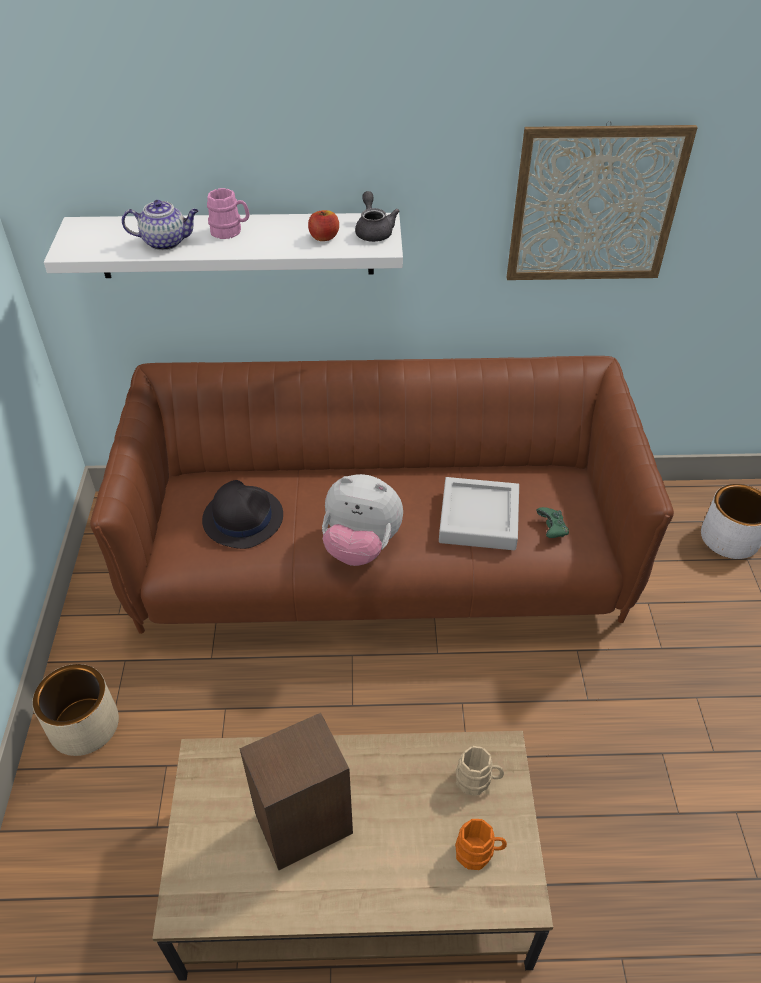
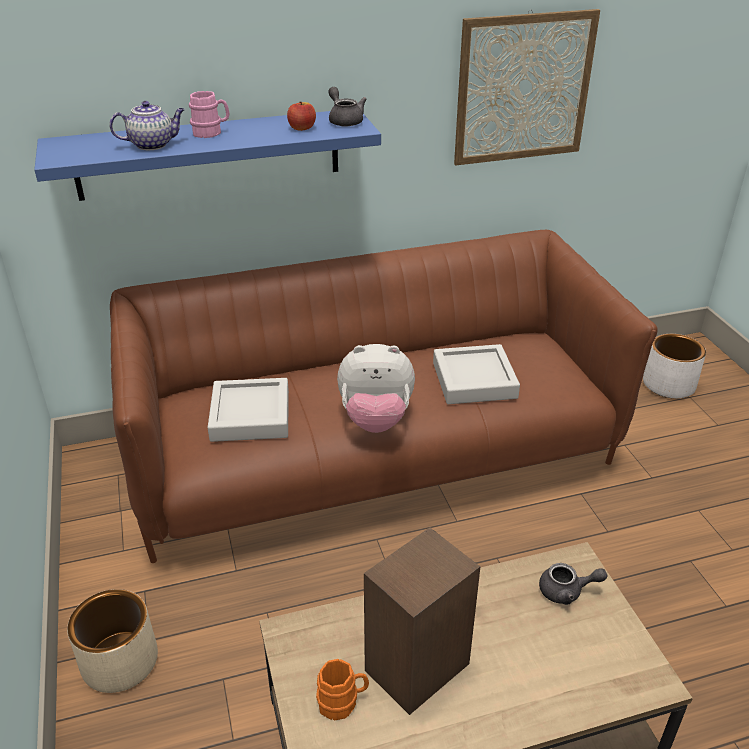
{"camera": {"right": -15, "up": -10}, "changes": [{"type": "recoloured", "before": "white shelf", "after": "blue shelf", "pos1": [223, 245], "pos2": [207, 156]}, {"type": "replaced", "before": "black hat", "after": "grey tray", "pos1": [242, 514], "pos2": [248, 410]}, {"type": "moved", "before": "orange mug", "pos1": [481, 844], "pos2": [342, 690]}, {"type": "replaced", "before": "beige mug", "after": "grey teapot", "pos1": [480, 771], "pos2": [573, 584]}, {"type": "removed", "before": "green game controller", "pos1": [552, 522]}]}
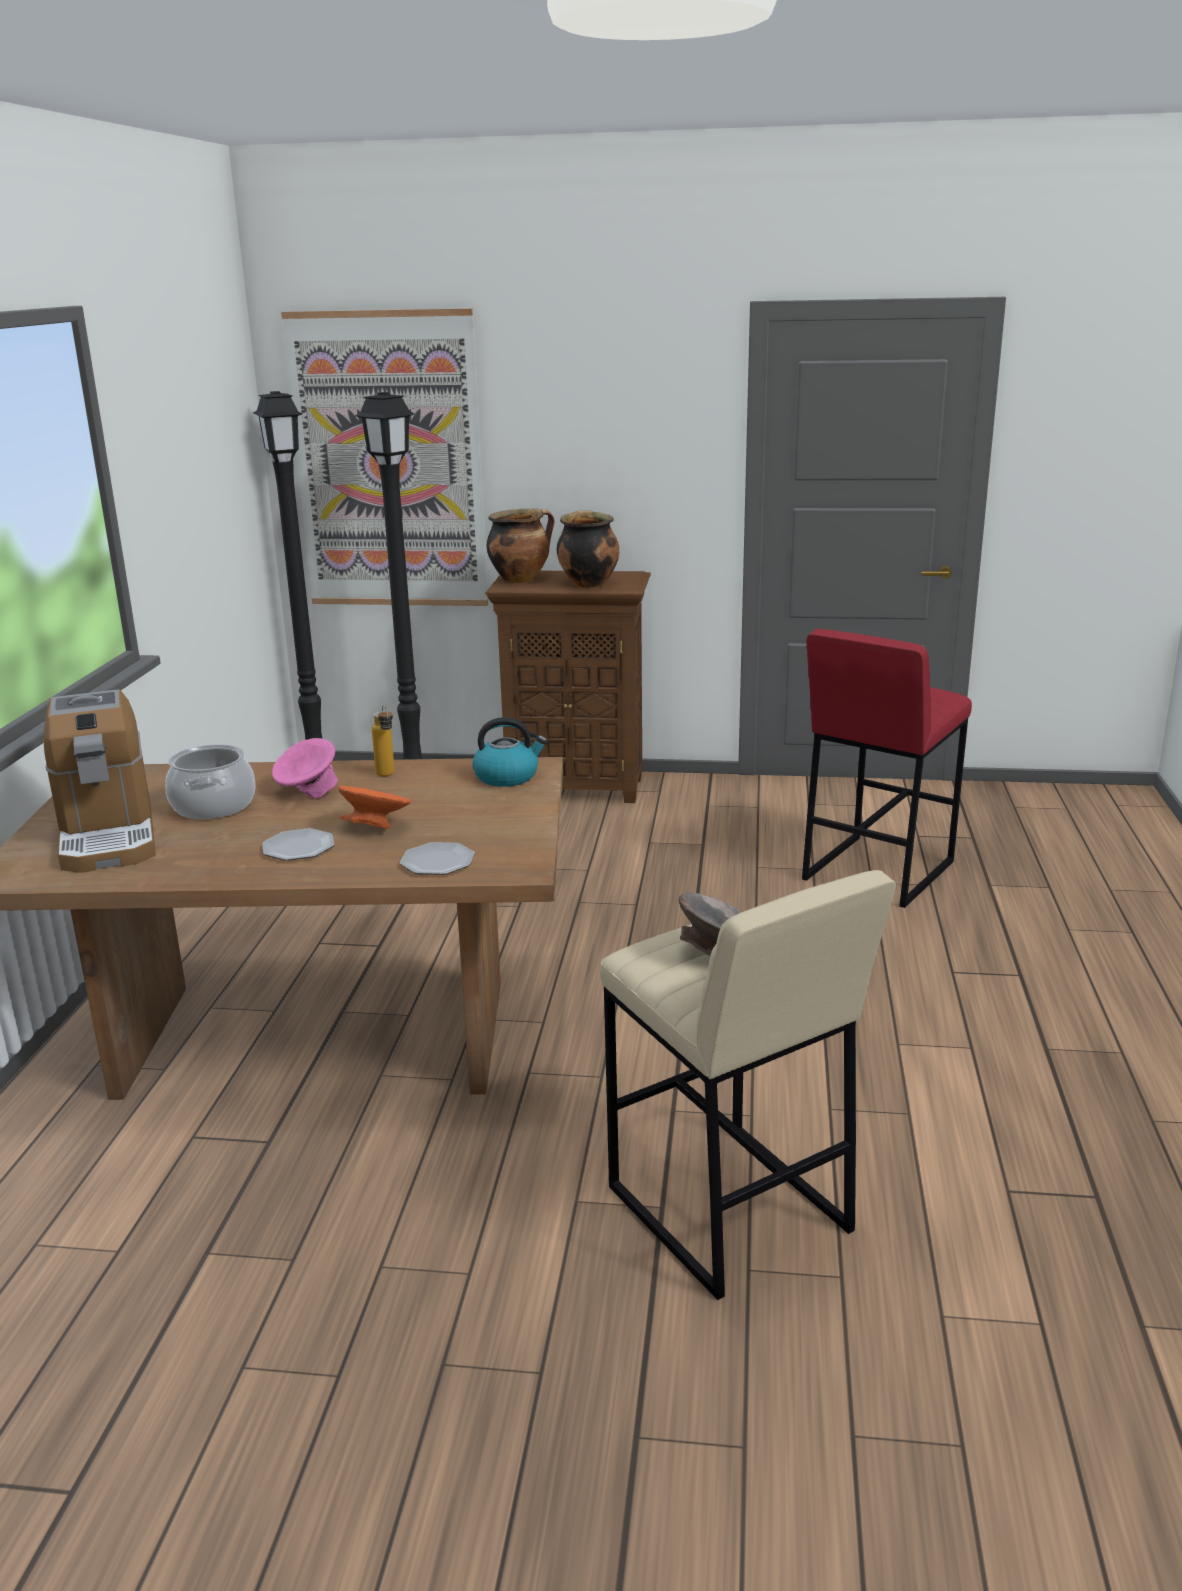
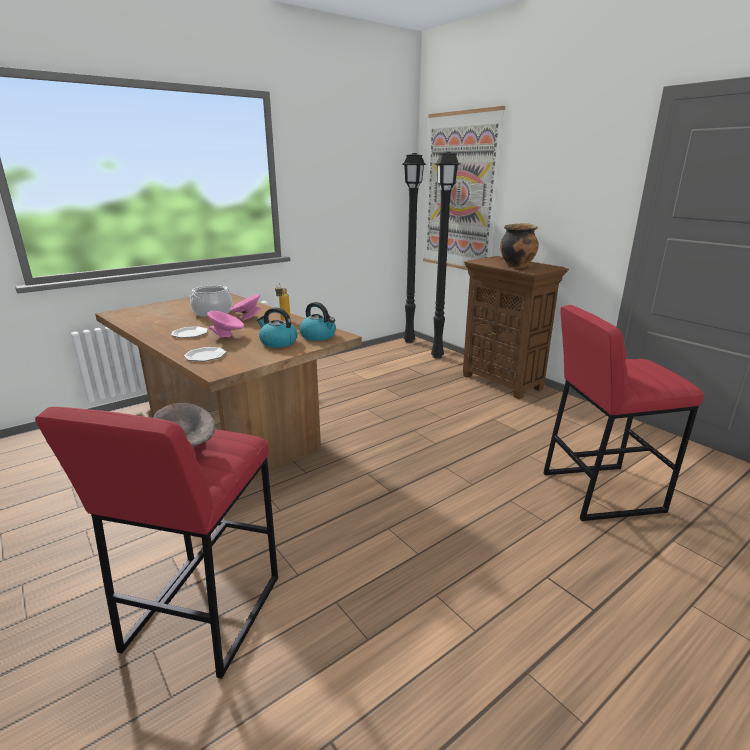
{"camera": {"right": 45, "up": 0}, "changes": [{"type": "removed", "before": "coffee machine", "pos1": [99, 781]}, {"type": "recoloured", "before": "orange bowl", "after": "pink bowl", "pos1": [374, 807], "pos2": [225, 324]}, {"type": "removed", "before": "cooking pot", "pos1": [520, 546]}, {"type": "recoloured", "before": "beige stool", "after": "red stool", "pos1": [748, 1085], "pos2": [156, 543]}, {"type": "added", "after": "kettle", "pos2": [277, 328]}]}
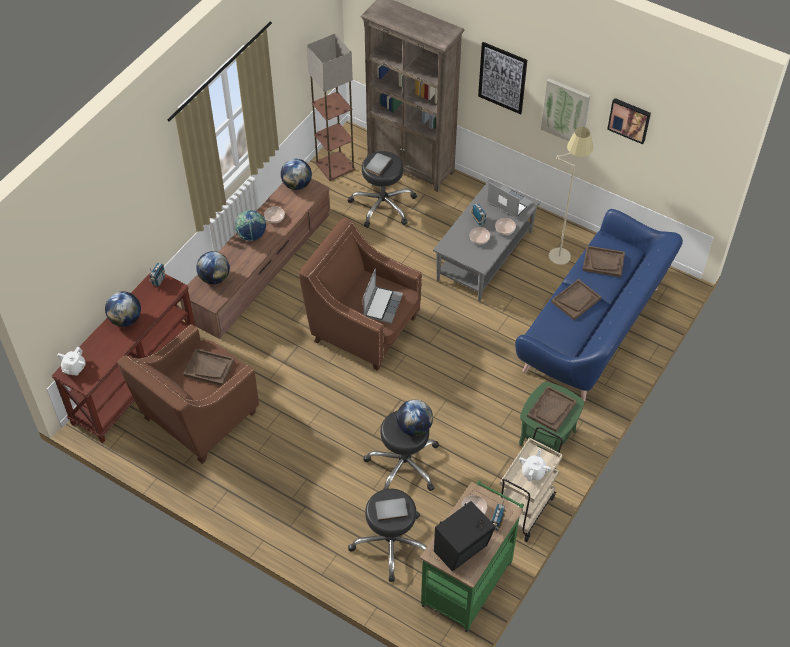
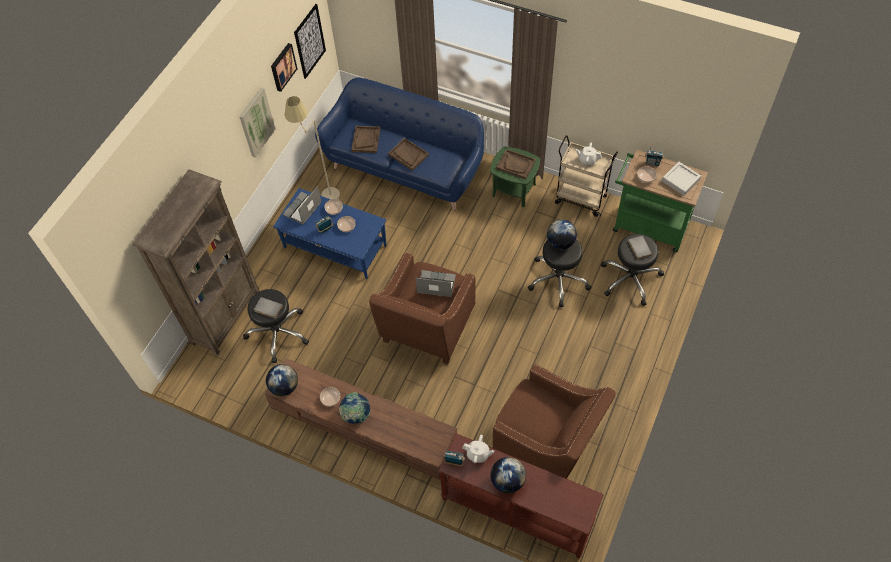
{"camera": {"right": -95, "up": 5}, "changes": [{"type": "moved", "before": "white teapot", "pos1": [71, 361], "pos2": [478, 449]}, {"type": "removed", "before": "brown tray", "pos1": [209, 367]}, {"type": "removed", "before": "globe", "pos1": [213, 267]}, {"type": "removed", "before": "floor lamp", "pos1": [330, 107]}, {"type": "recoloured", "before": "grey coffee table", "after": "blue coffee table", "pos1": [487, 240], "pos2": [330, 233]}, {"type": "replaced", "before": "black speaker", "after": "grey tray", "pos1": [464, 536], "pos2": [681, 179]}, {"type": "moved", "before": "picture", "pos1": [502, 78], "pos2": [310, 41]}]}
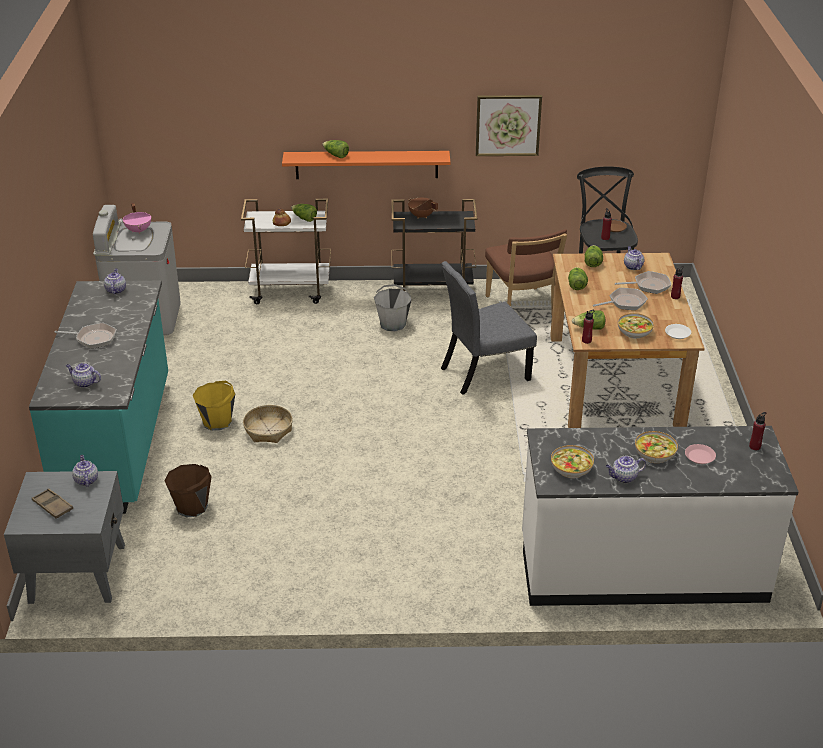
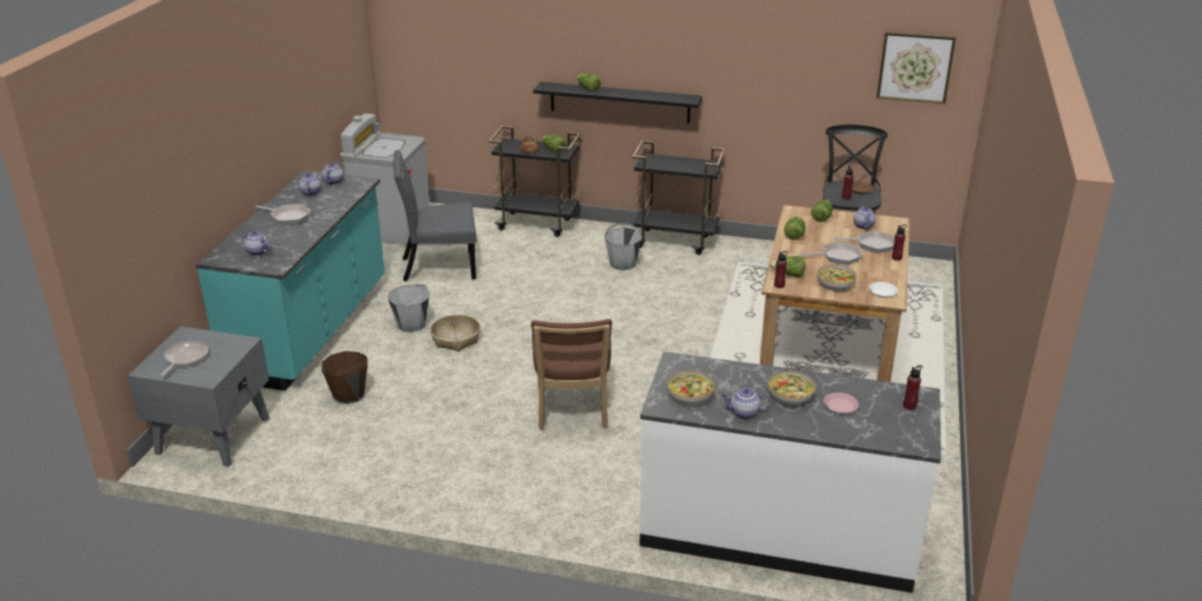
{"camera": {"right": 15, "up": -5}, "changes": [{"type": "replaced", "before": "brown tray", "after": "frying pan", "pos1": [52, 503], "pos2": [184, 358]}, {"type": "moved", "before": "teapot", "pos1": [85, 471], "pos2": [309, 184]}, {"type": "removed", "before": "pink cooking pot", "pos1": [137, 218]}, {"type": "recoloured", "before": "yellow bucket", "after": "grey bucket", "pos1": [214, 406], "pos2": [409, 308]}, {"type": "recoloured", "before": "white cart", "after": "black cart", "pos1": [286, 251], "pos2": [535, 181]}, {"type": "recoloured", "before": "orange shelf", "after": "black shelf", "pos1": [366, 165], "pos2": [617, 102]}, {"type": "removed", "before": "brown cooking pot", "pos1": [423, 208]}, {"type": "moved", "before": "grey chair", "pos1": [489, 328], "pos2": [435, 215]}, {"type": "moved", "before": "picture", "pos1": [509, 125], "pos2": [916, 68]}, {"type": "moved", "before": "brown chair", "pos1": [526, 272], "pos2": [571, 374]}]}
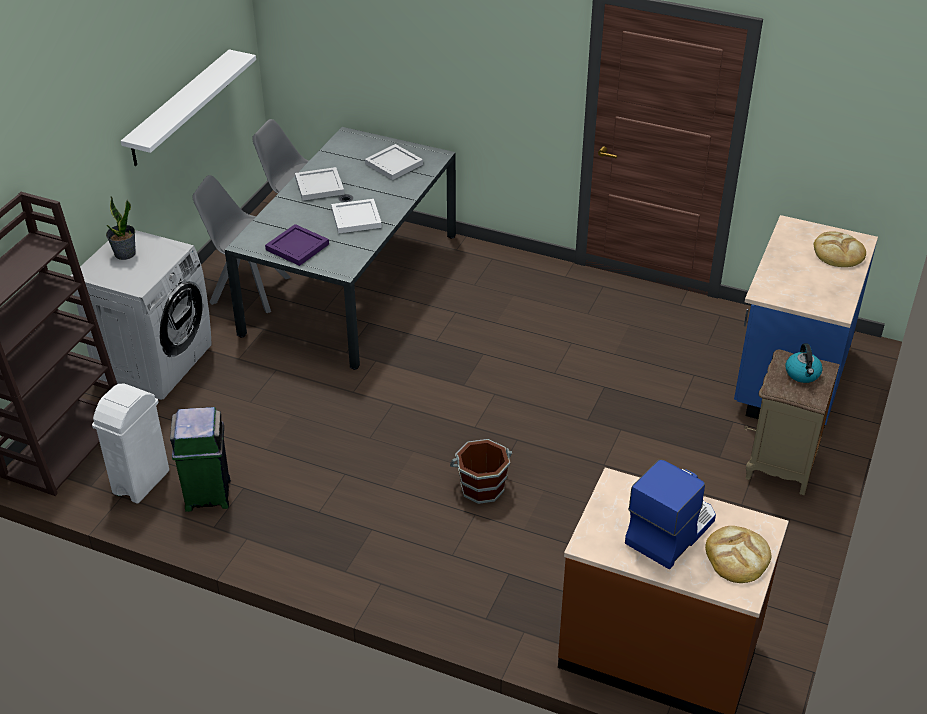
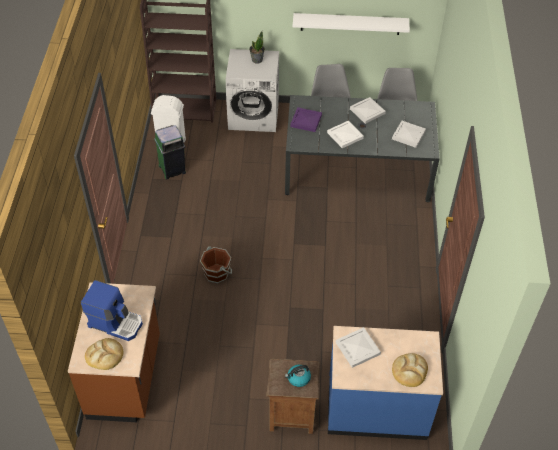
{"camera": {"right": 70, "up": 10}, "changes": [{"type": "added", "after": "white tray", "pos2": [358, 347]}]}
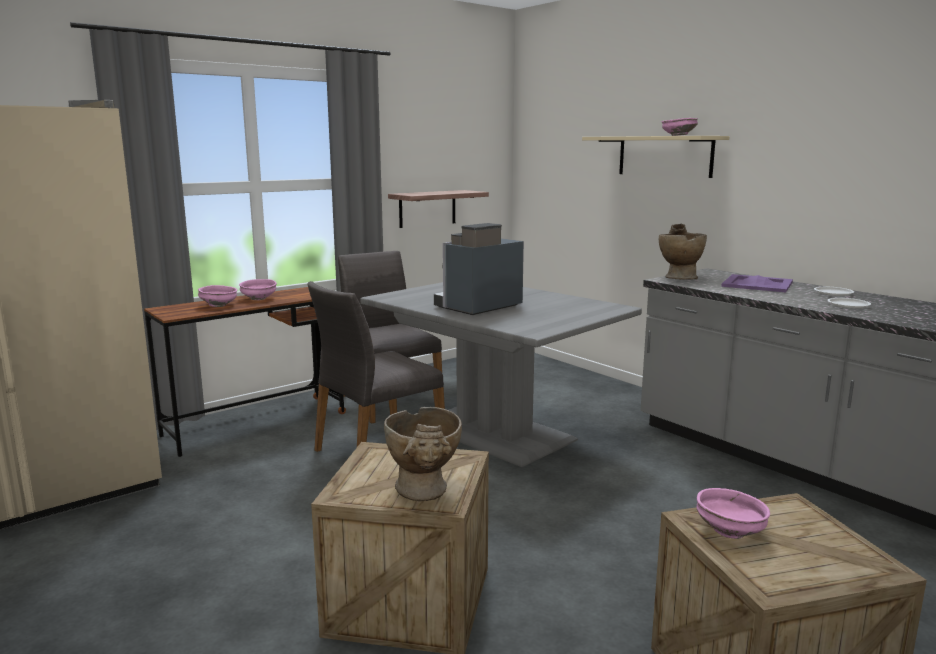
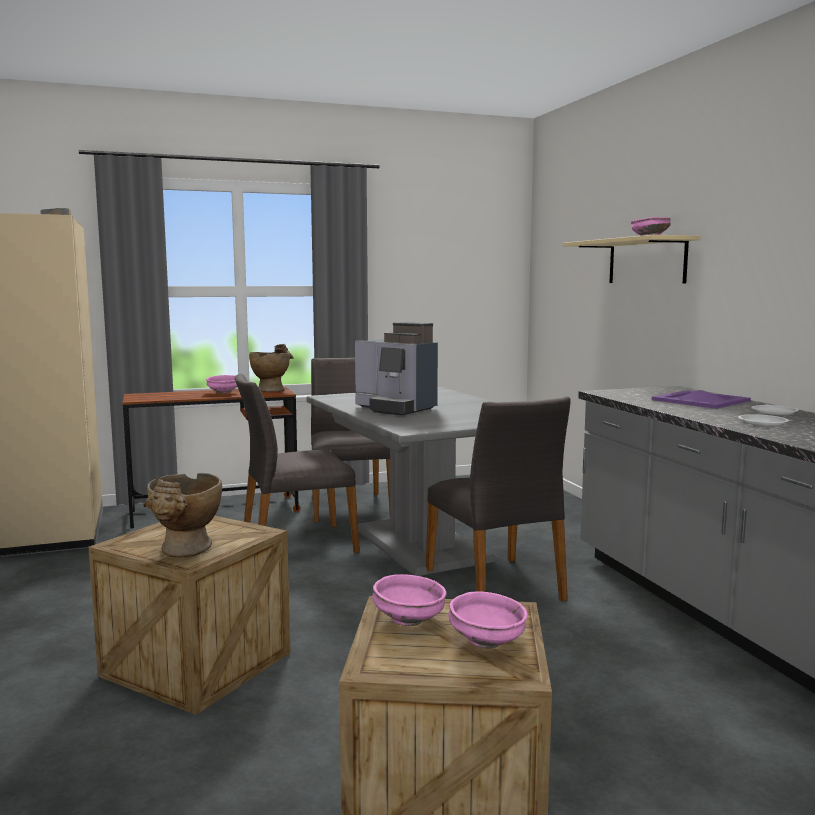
{"camera": {"right": 20, "up": -5}, "changes": [{"type": "moved", "before": "pink bowl", "pos1": [217, 296], "pos2": [488, 620]}, {"type": "removed", "before": "shelf", "pos1": [438, 209]}, {"type": "turned", "before": "coffee machine", "pos1": [479, 269], "pos2": [396, 369], "turn": -120}, {"type": "moved", "before": "beige vase", "pos1": [683, 252], "pos2": [271, 368]}, {"type": "added", "after": "grey chair", "pos2": [498, 499]}]}
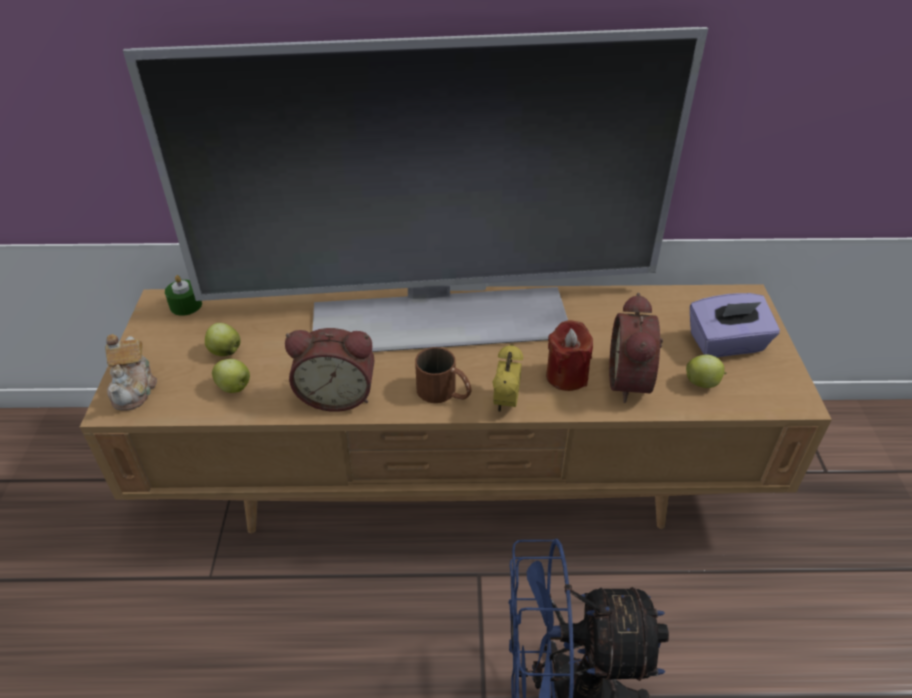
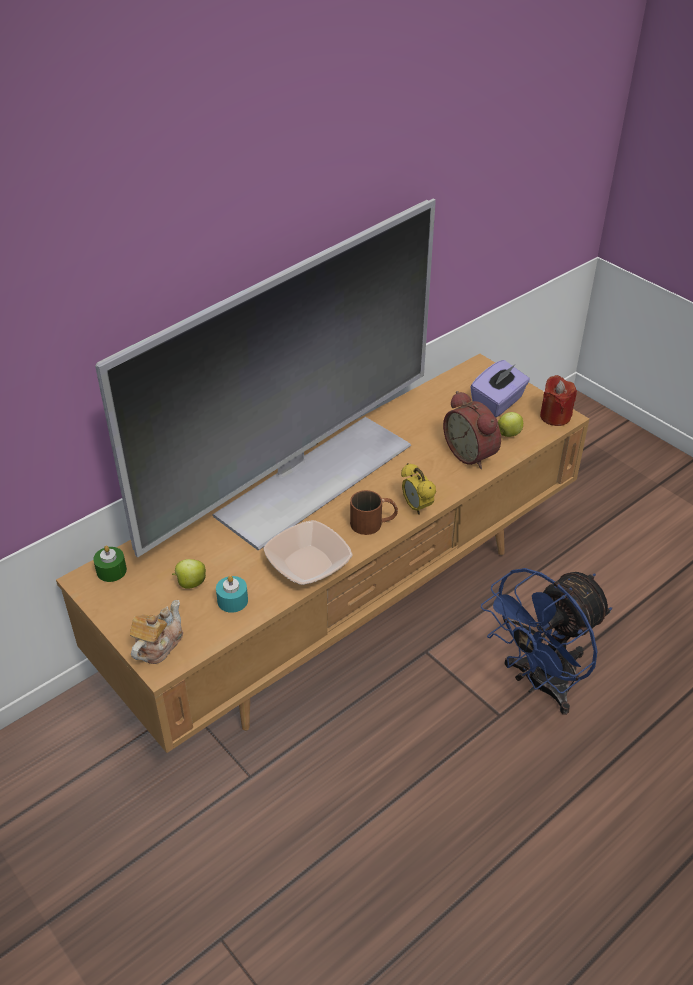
{"camera": {"right": -40, "up": 0}, "changes": [{"type": "turned", "before": "teapot", "pos1": [131, 372], "pos2": [156, 632], "turn": -105}, {"type": "replaced", "before": "apple", "after": "turquoise candle", "pos1": [231, 376], "pos2": [232, 594]}, {"type": "replaced", "before": "alarm clock", "after": "bowl", "pos1": [329, 370], "pos2": [307, 552]}, {"type": "moved", "before": "red candle", "pos1": [569, 355], "pos2": [558, 400]}]}
